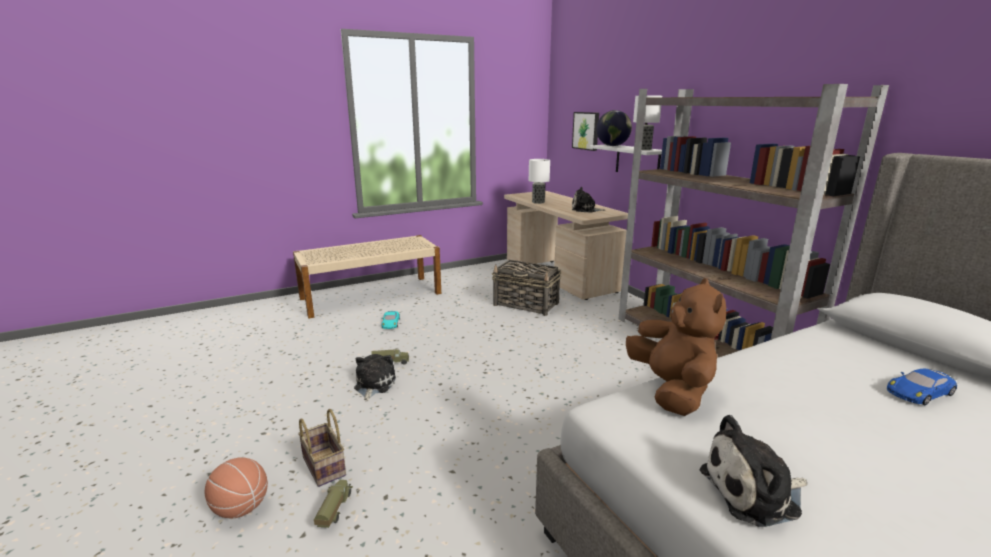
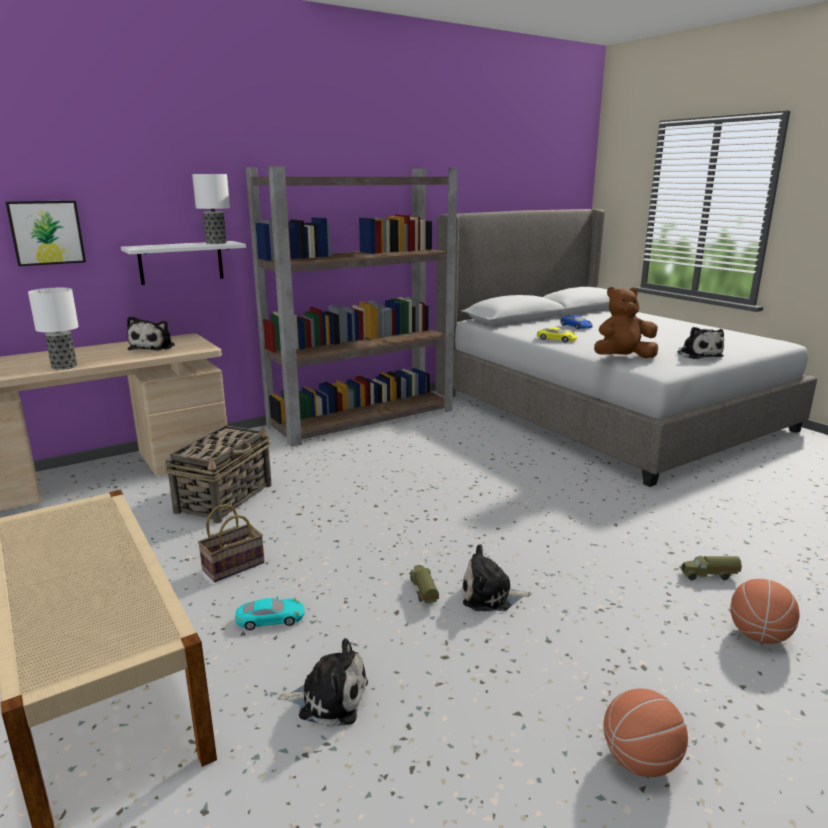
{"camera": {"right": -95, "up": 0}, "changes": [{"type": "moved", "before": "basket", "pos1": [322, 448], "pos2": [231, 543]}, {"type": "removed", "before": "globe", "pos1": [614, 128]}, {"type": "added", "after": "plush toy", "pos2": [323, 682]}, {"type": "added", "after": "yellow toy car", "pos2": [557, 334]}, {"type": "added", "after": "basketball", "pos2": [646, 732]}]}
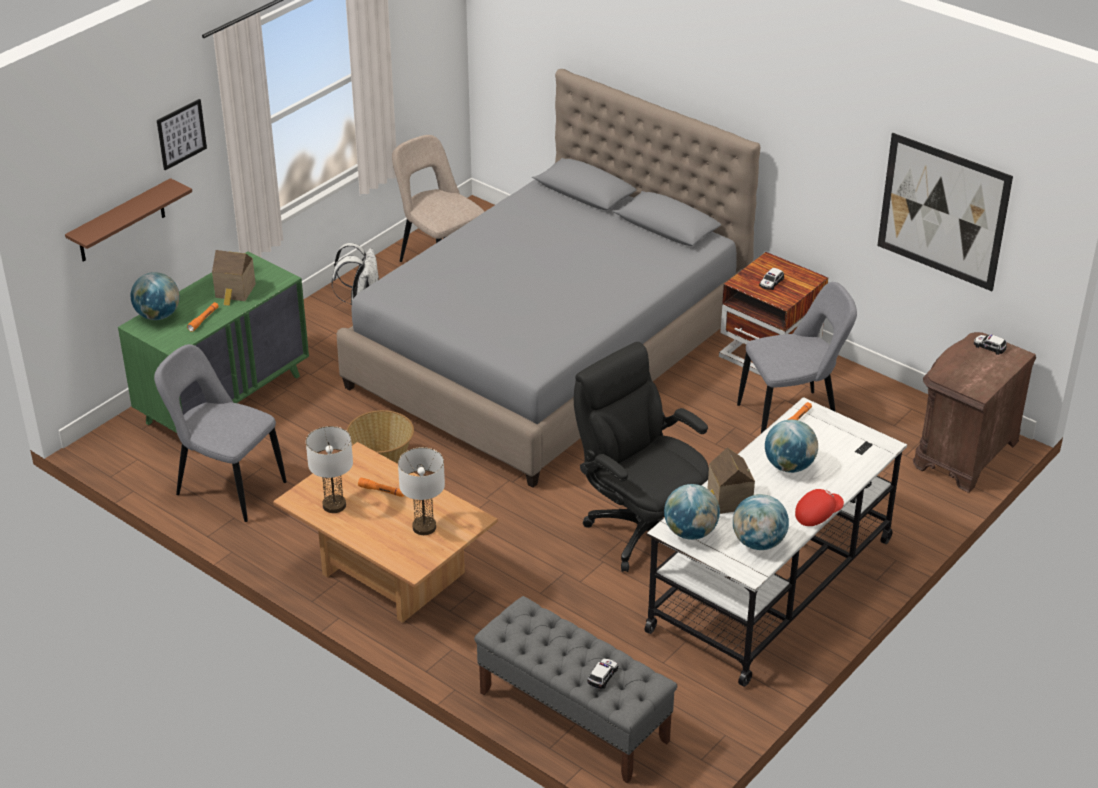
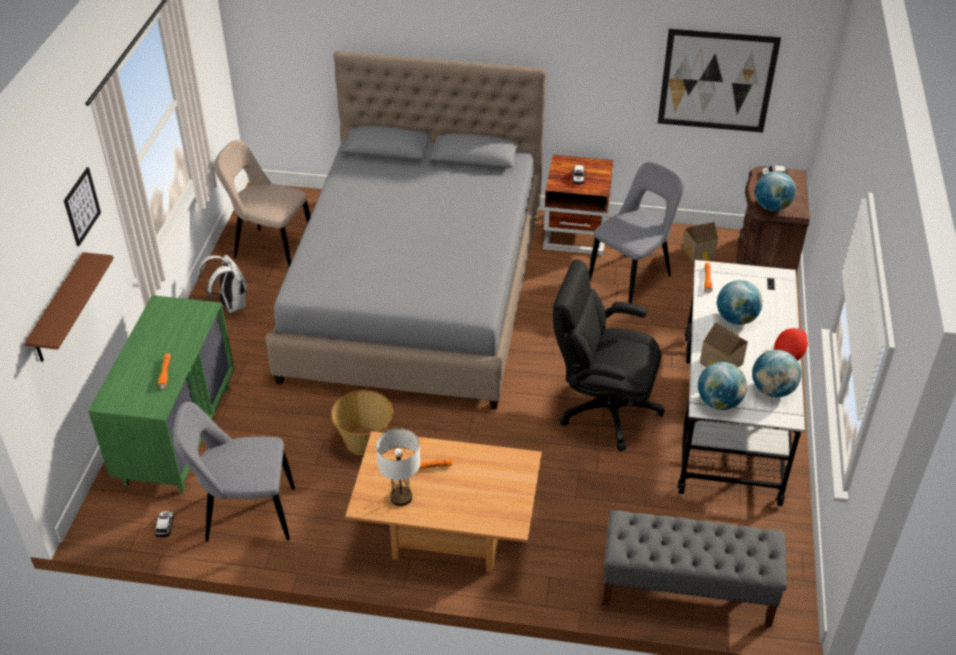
{"camera": {"right": -30, "up": 5}, "changes": [{"type": "moved", "before": "globe", "pos1": [155, 296], "pos2": [775, 191]}, {"type": "moved", "before": "toy house", "pos1": [234, 278], "pos2": [700, 242]}, {"type": "removed", "before": "table lamp", "pos1": [421, 491]}, {"type": "moved", "before": "toy car", "pos1": [602, 674], "pos2": [164, 524]}]}
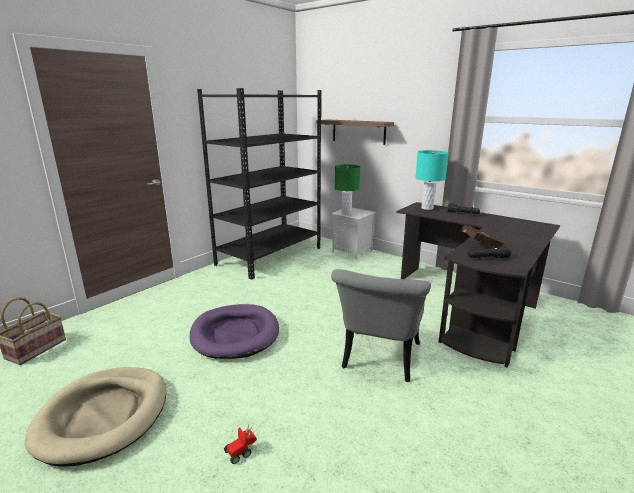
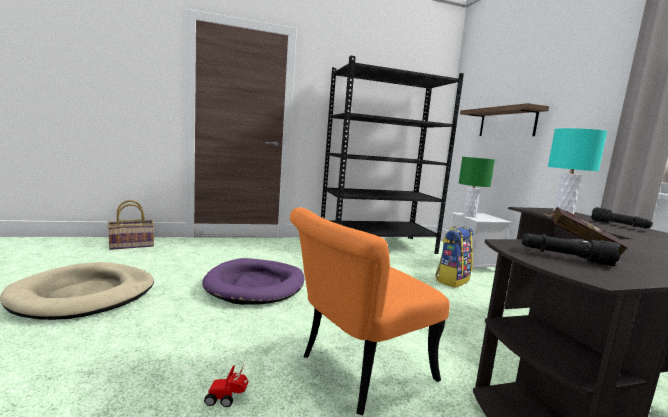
{"camera": {"right": 35, "up": -10}, "changes": [{"type": "moved", "before": "toy car", "pos1": [240, 444], "pos2": [226, 386]}, {"type": "recoloured", "before": "grey chair", "after": "orange chair", "pos1": [381, 325], "pos2": [370, 311]}, {"type": "added", "after": "backpack", "pos2": [454, 257]}]}
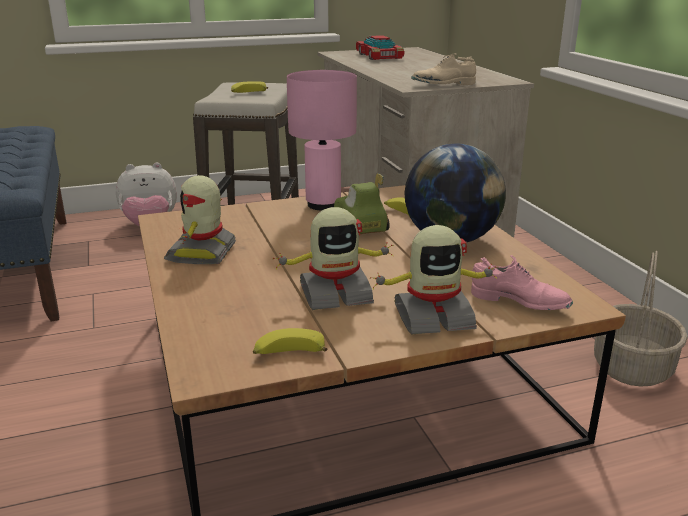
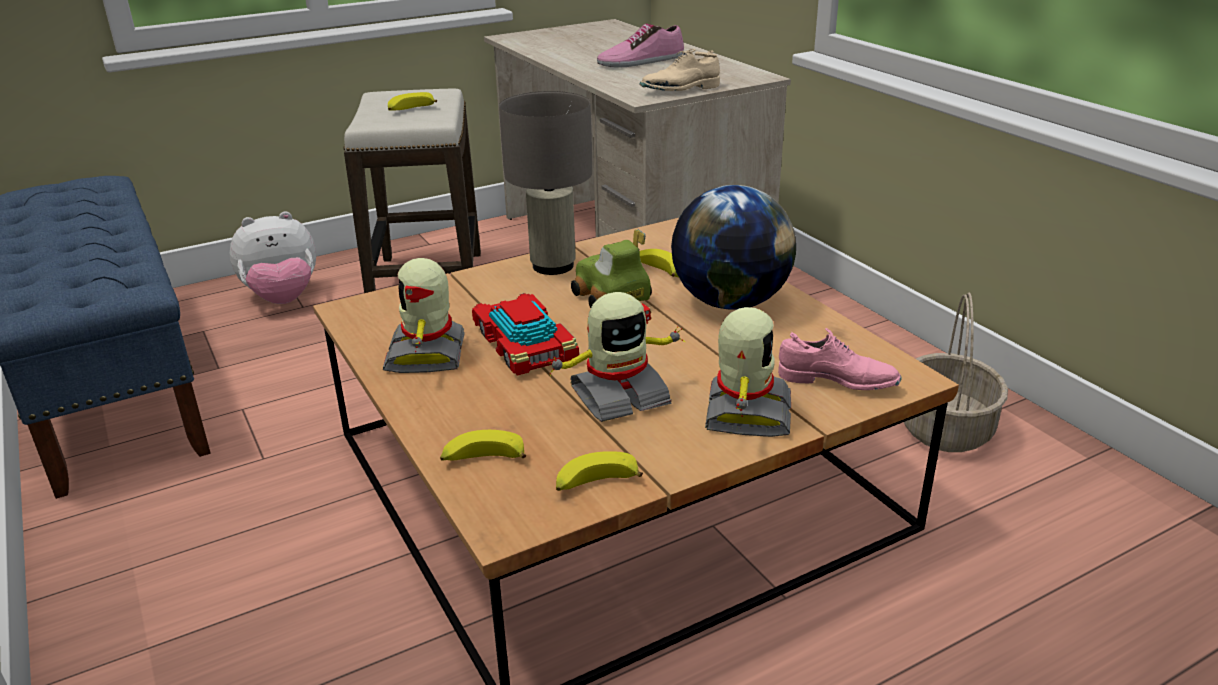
{"camera": {"right": -10, "up": 5}, "changes": [{"type": "recoloured", "before": "pink table lamp", "after": "grey table lamp", "pos1": [322, 140], "pos2": [545, 183]}, {"type": "moved", "before": "toy car", "pos1": [380, 47], "pos2": [525, 334]}, {"type": "turned", "before": "toy robot", "pos1": [434, 280], "pos2": [748, 372], "turn": -60}, {"type": "added", "after": "banana", "pos2": [483, 445]}, {"type": "added", "after": "shoe", "pos2": [640, 46]}]}
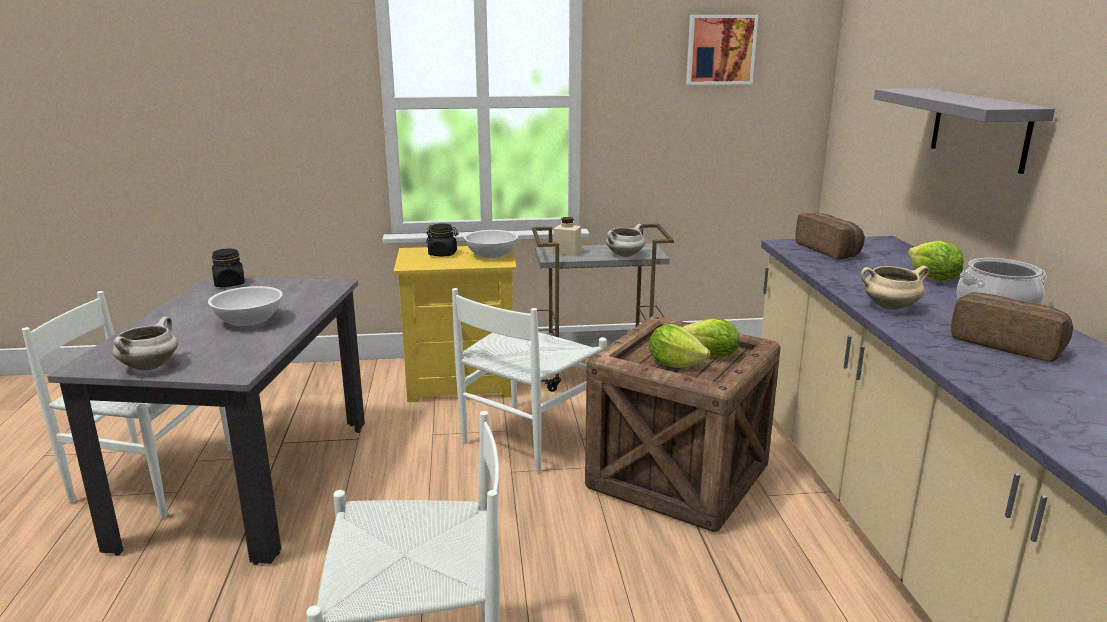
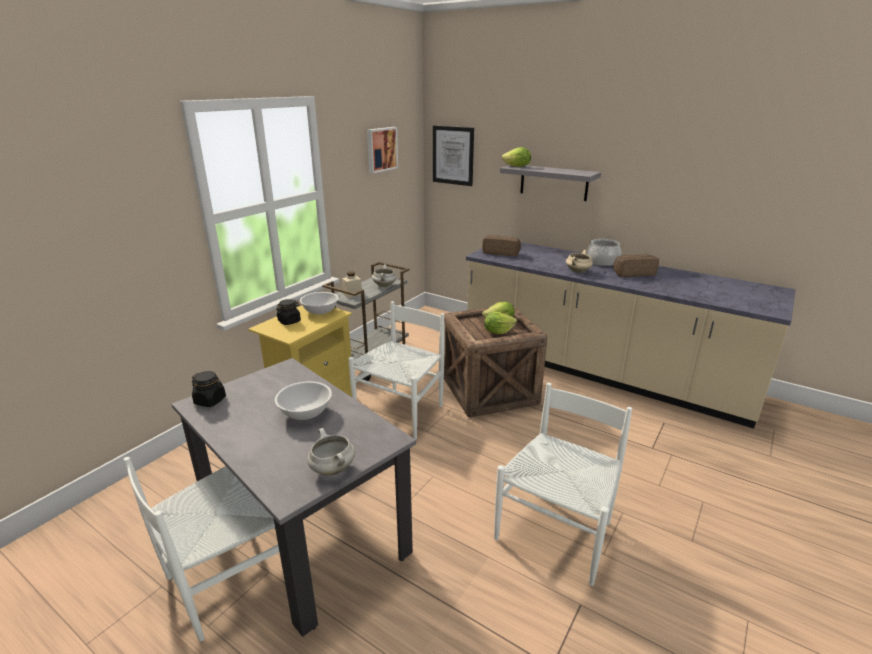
{"camera": {"right": -50, "up": 5}, "changes": [{"type": "turned", "before": "white chair", "pos1": [529, 380], "pos2": [397, 370], "turn": -135}, {"type": "moved", "before": "lettuce", "pos1": [936, 260], "pos2": [516, 157]}, {"type": "added", "after": "picture", "pos2": [453, 156]}]}
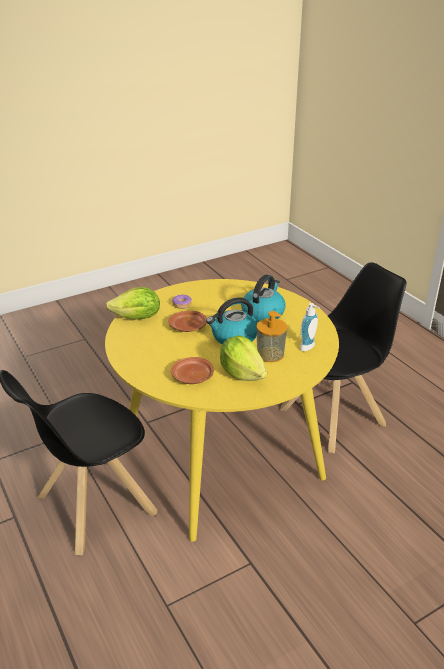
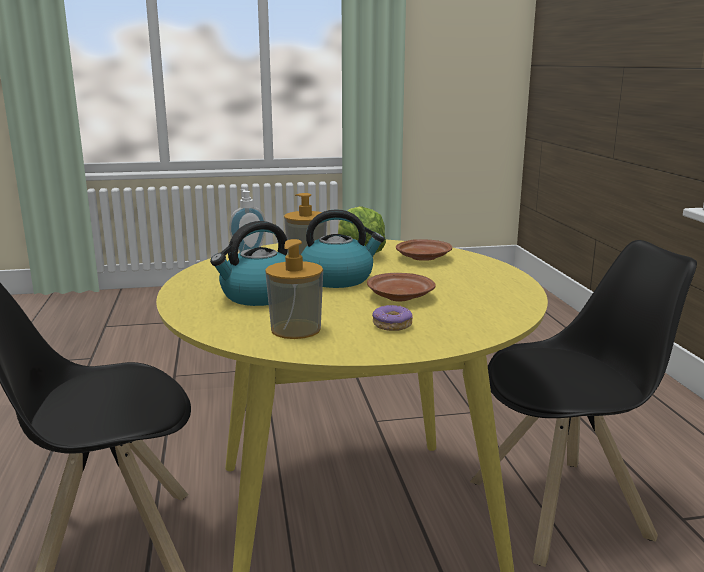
{"camera": {"right": -160, "up": -15}, "changes": [{"type": "removed", "before": "lettuce", "pos1": [133, 303]}, {"type": "added", "after": "soap dispenser", "pos2": [294, 289]}]}
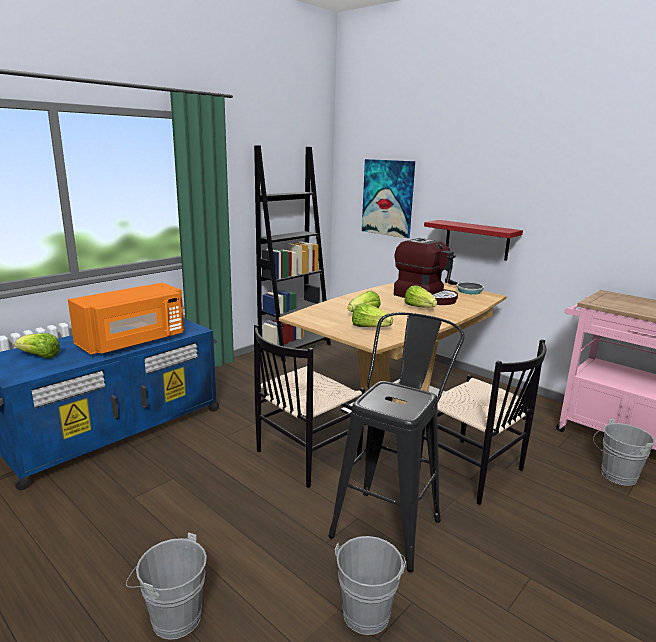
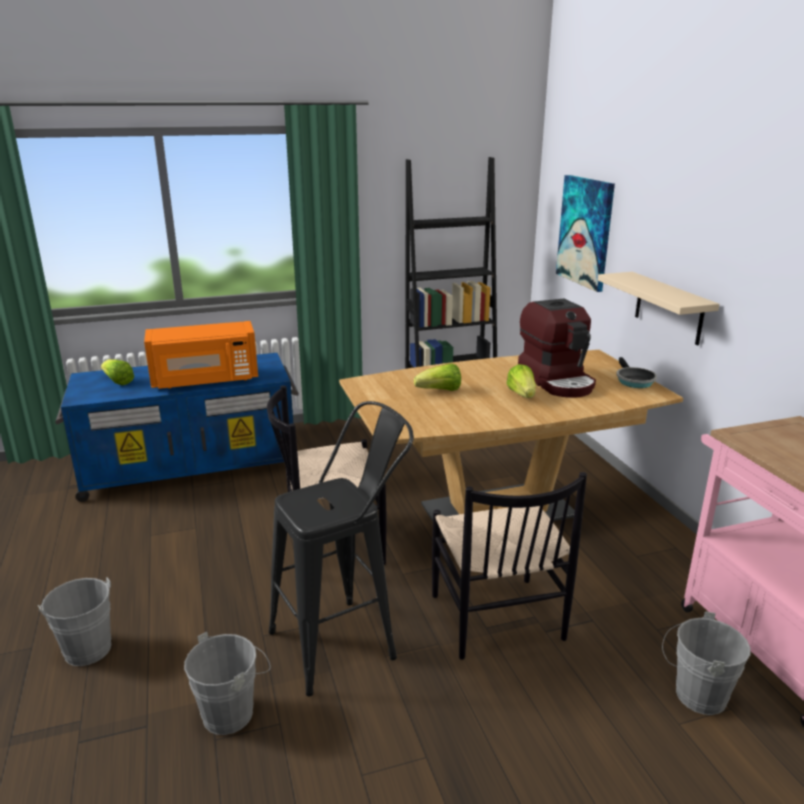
{"camera": {"right": 30, "up": 5}, "changes": [{"type": "removed", "before": "lettuce", "pos1": [372, 315]}, {"type": "recoloured", "before": "red shelf", "after": "beige shelf", "pos1": [473, 240], "pos2": [659, 309]}]}
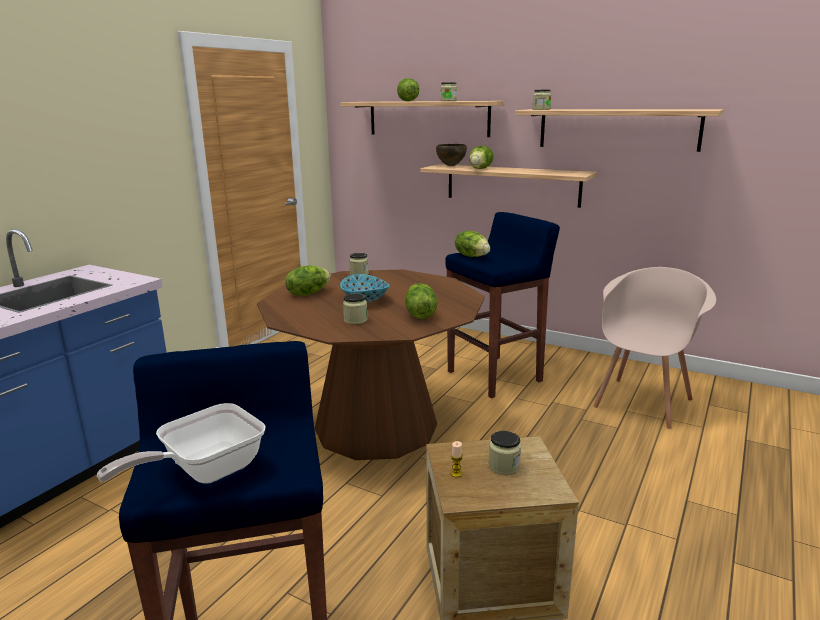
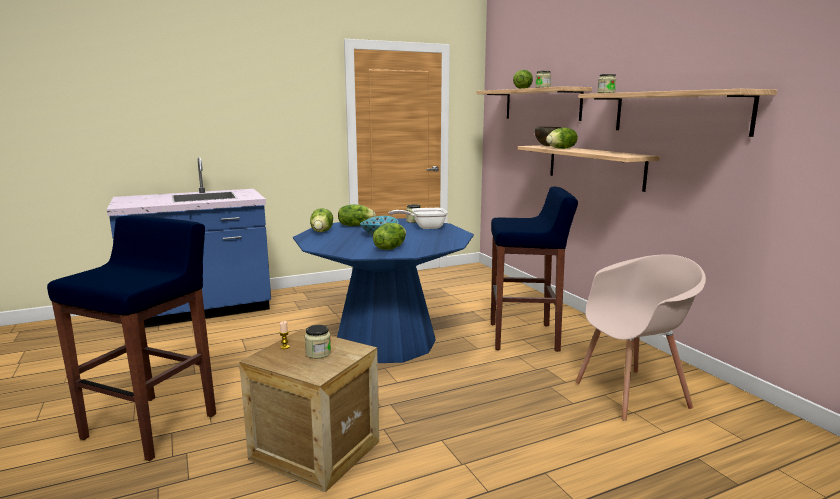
{"camera": {"right": 35, "up": -5}, "changes": [{"type": "moved", "before": "frying pan", "pos1": [181, 443], "pos2": [418, 218]}, {"type": "recoloured", "before": "brown dining table", "after": "blue dining table", "pos1": [371, 364], "pos2": [383, 290]}, {"type": "removed", "before": "jar", "pos1": [355, 308]}, {"type": "moved", "before": "lettuce", "pos1": [472, 244], "pos2": [321, 220]}]}
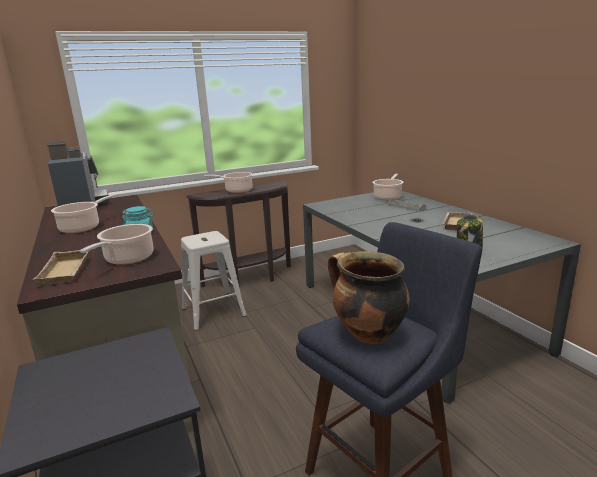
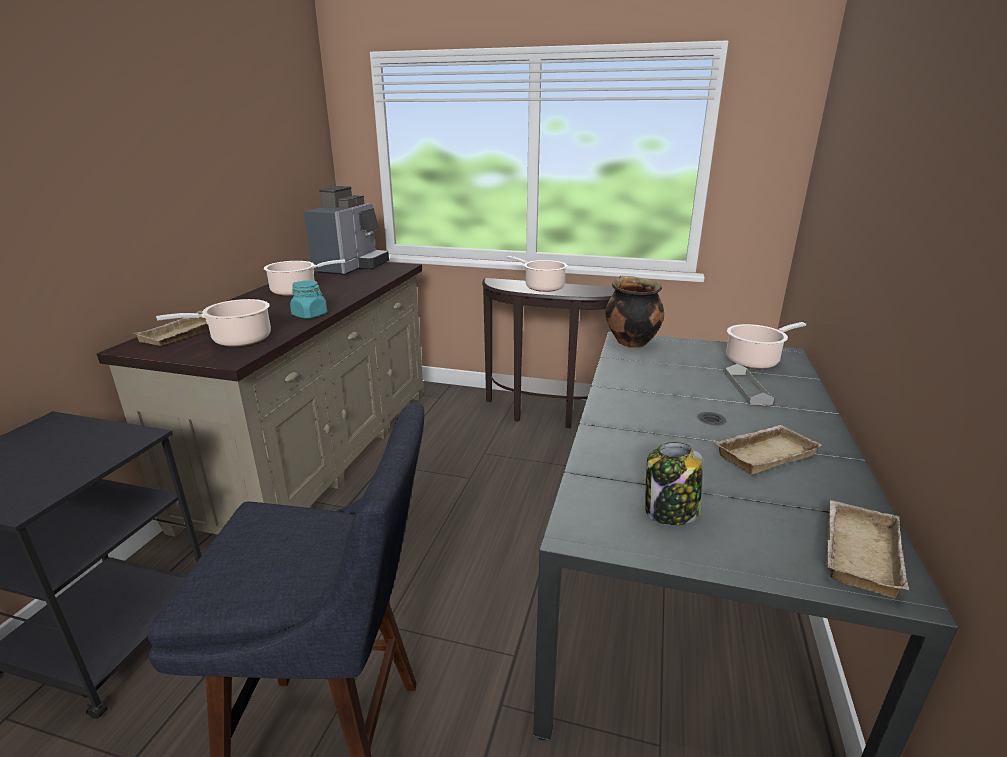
{"camera": {"right": 40, "up": 5}, "changes": [{"type": "removed", "before": "white stool", "pos1": [214, 281]}, {"type": "moved", "before": "cooking pot", "pos1": [369, 297], "pos2": [634, 312]}, {"type": "added", "after": "beige tray", "pos2": [867, 549]}]}
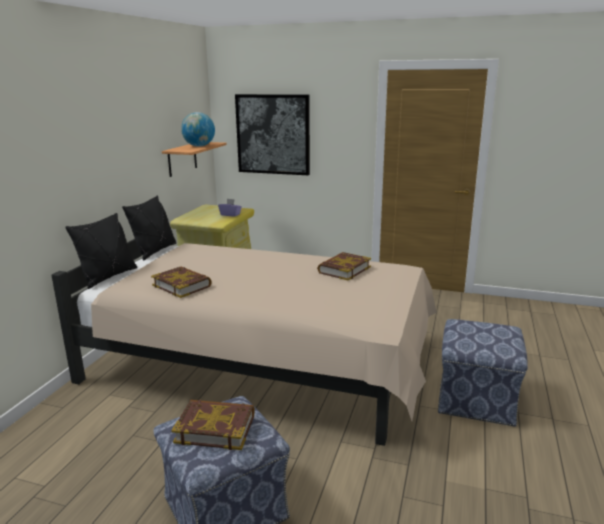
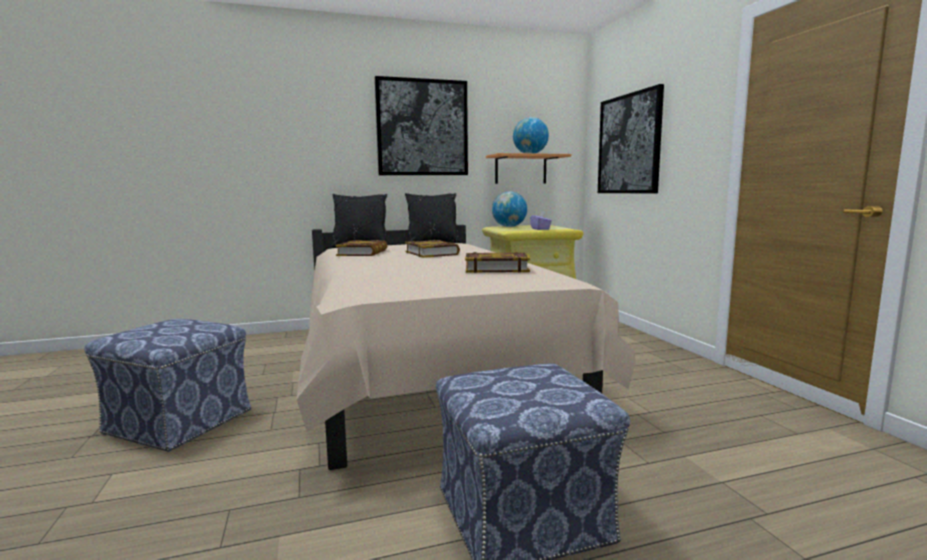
{"camera": {"right": 55, "up": -10}, "changes": [{"type": "moved", "before": "book", "pos1": [213, 425], "pos2": [432, 249]}, {"type": "added", "after": "picture", "pos2": [421, 125]}, {"type": "added", "after": "globe", "pos2": [509, 209]}]}
